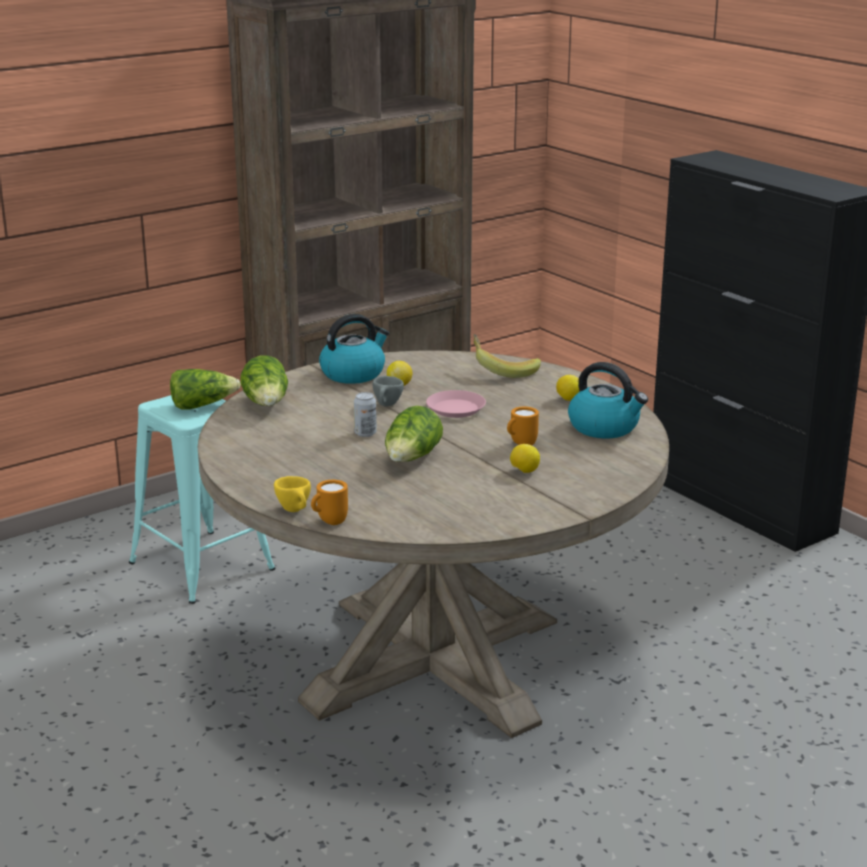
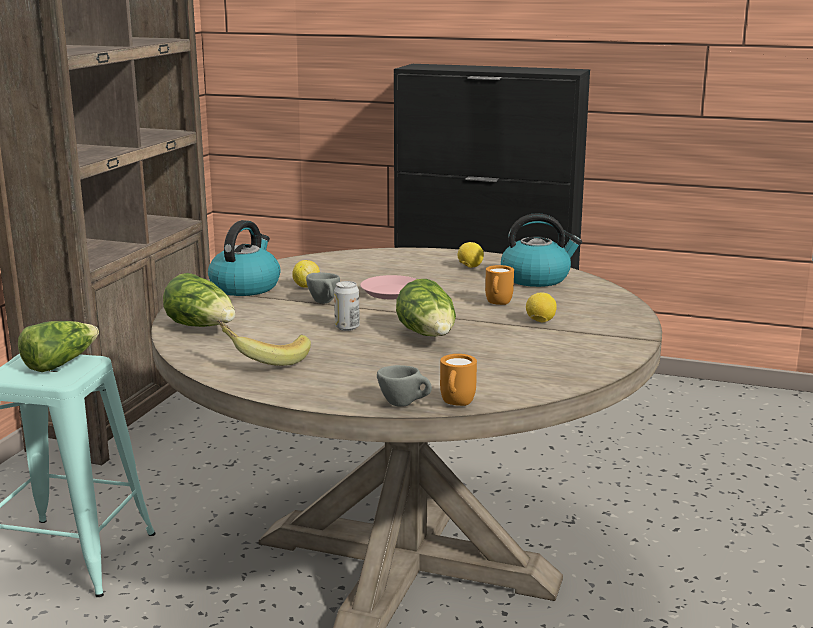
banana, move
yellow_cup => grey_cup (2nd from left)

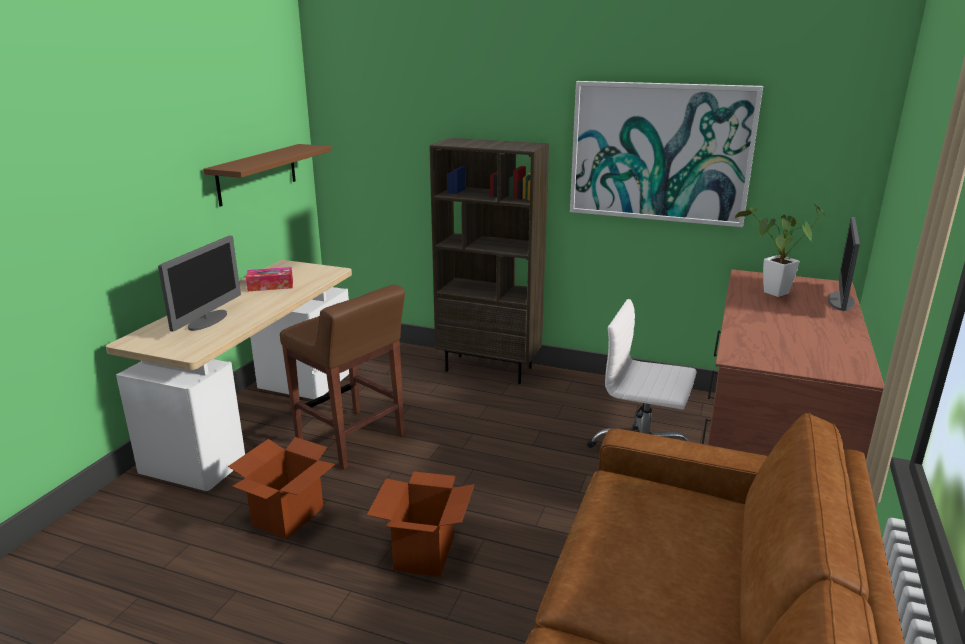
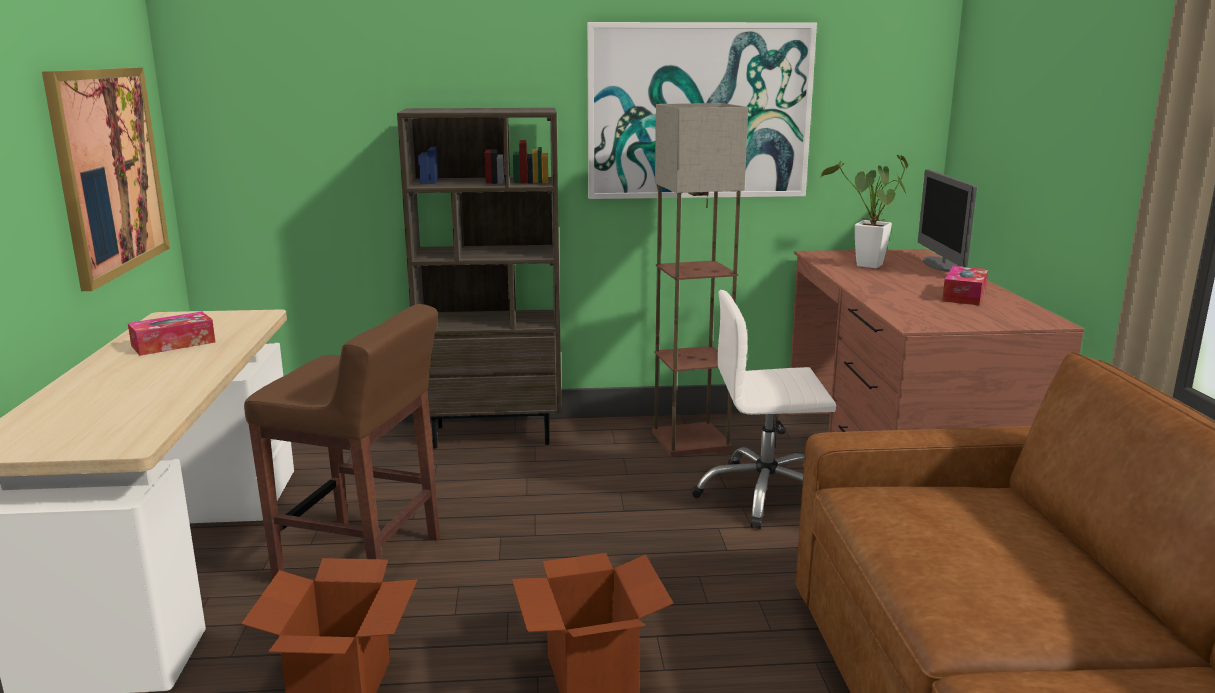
brown_shelf => picture (1st from left)
nothing => floor_lamp
nothing => tissue_box (2nd from left)
monitor (1st from left) => nothing

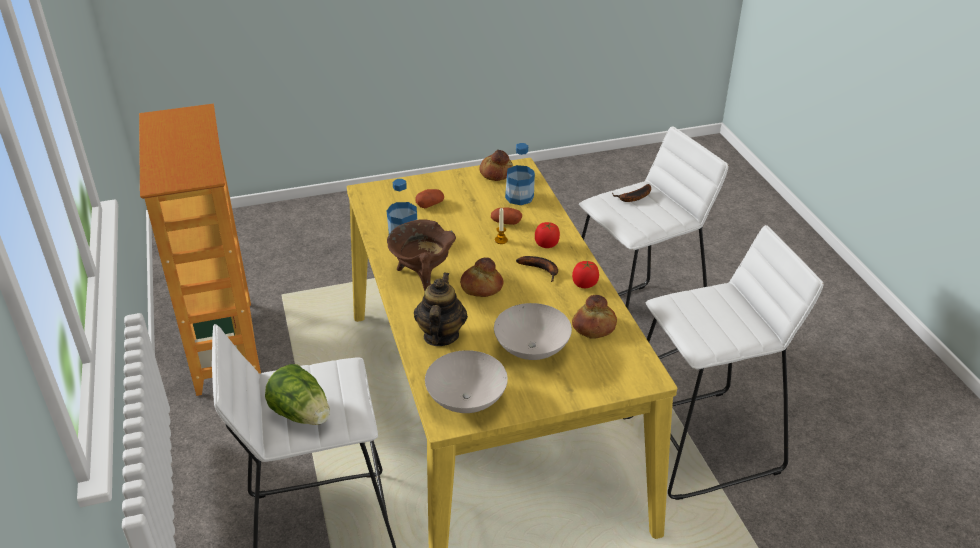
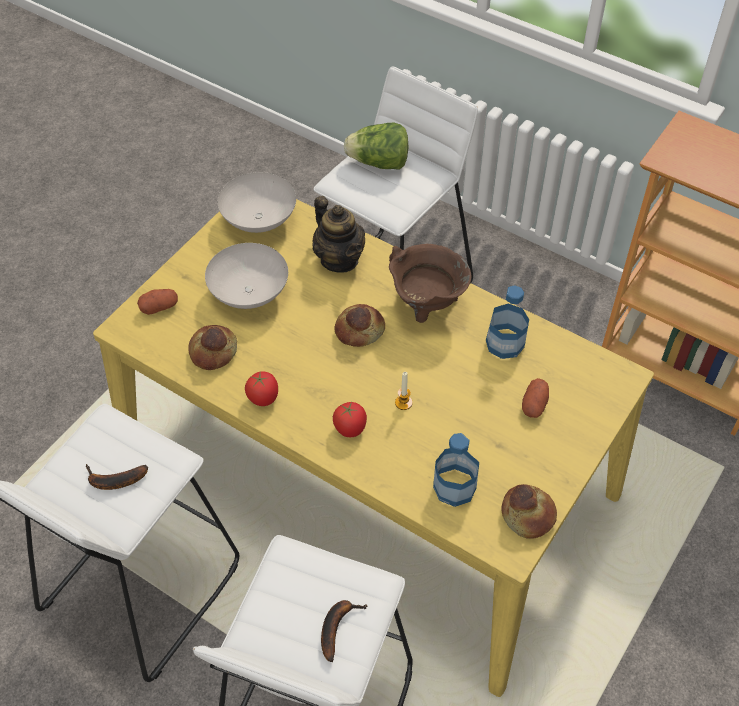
banana (1st from left), move
potato (2nd from left in the first image) => potato (1st from left), move

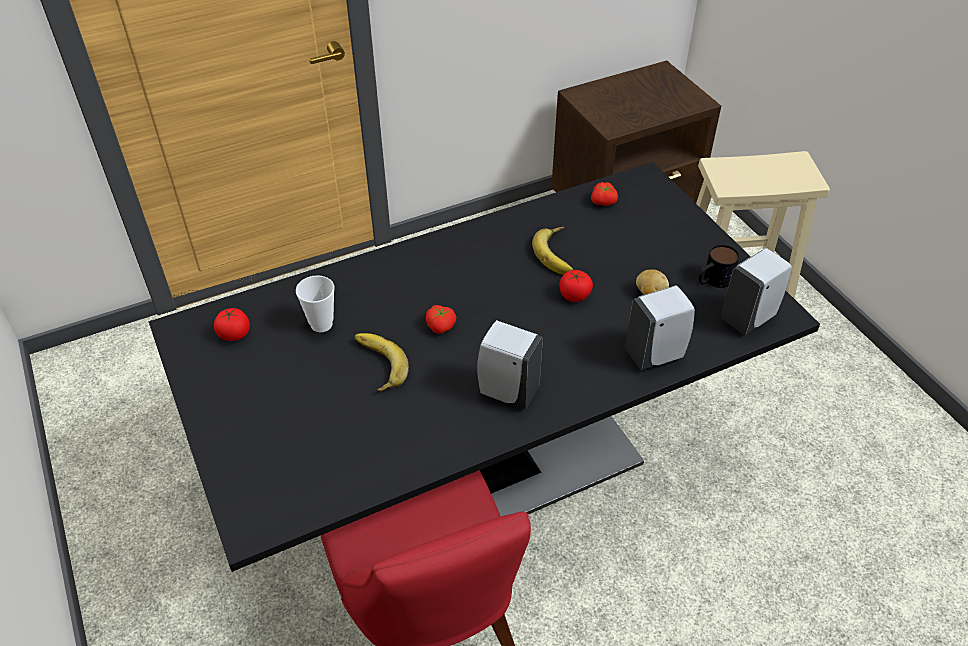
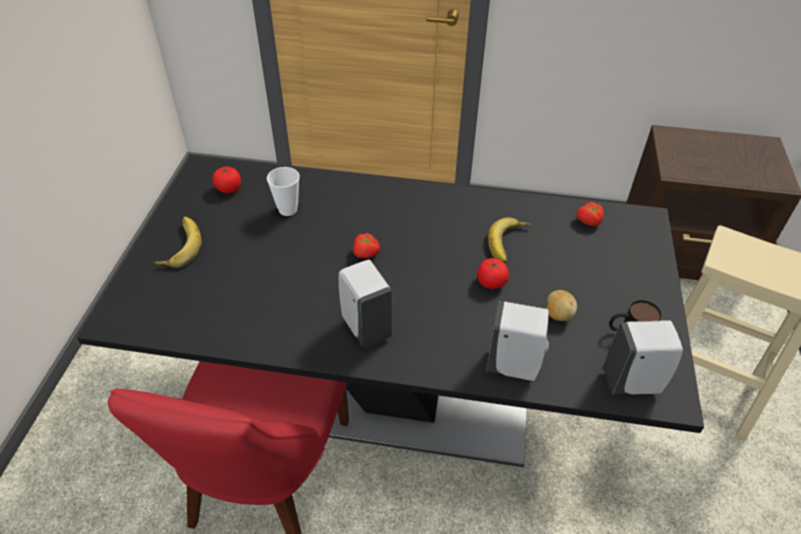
banana (1st from left), move

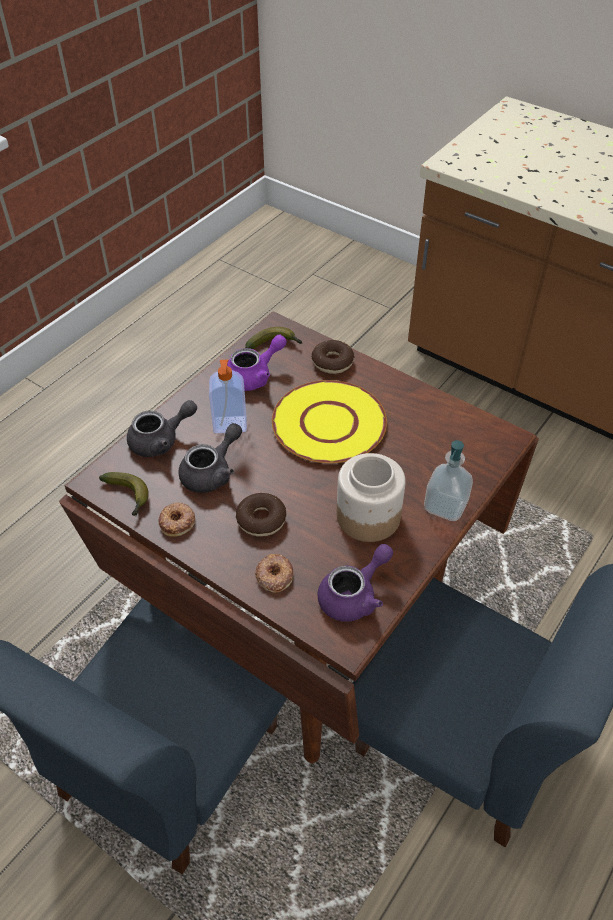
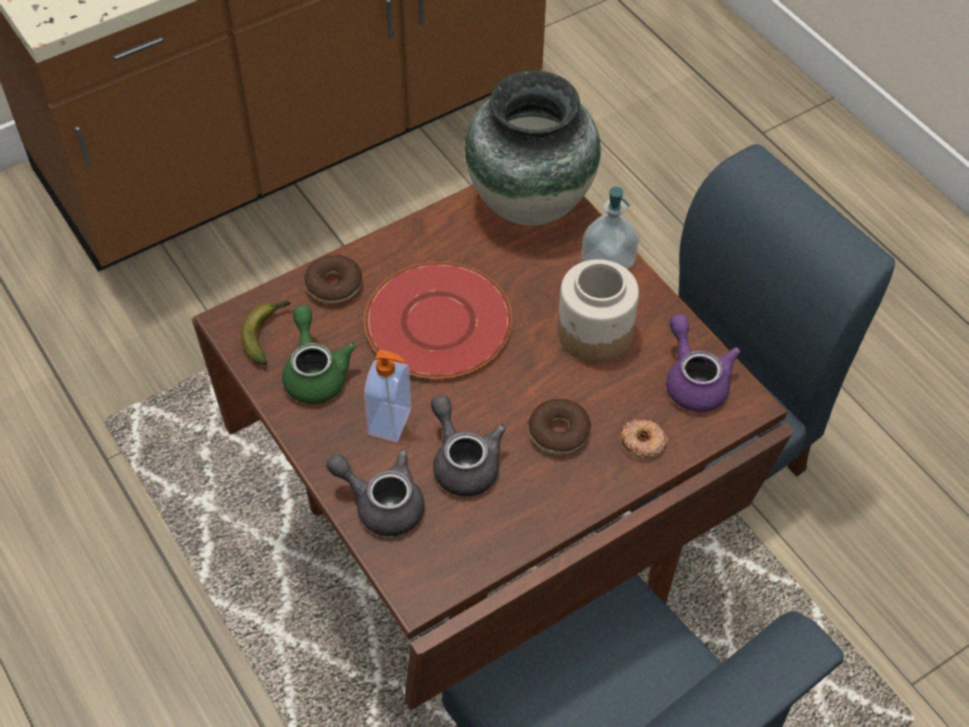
purple_teapot (1st from left) => green_teapot
grey_teapot (1st from left), 60 degrees counterclockwise
yellow_plate => red_plate
nothing => vase
banana (1st from left) => nothing
donut (1st from left) => nothing

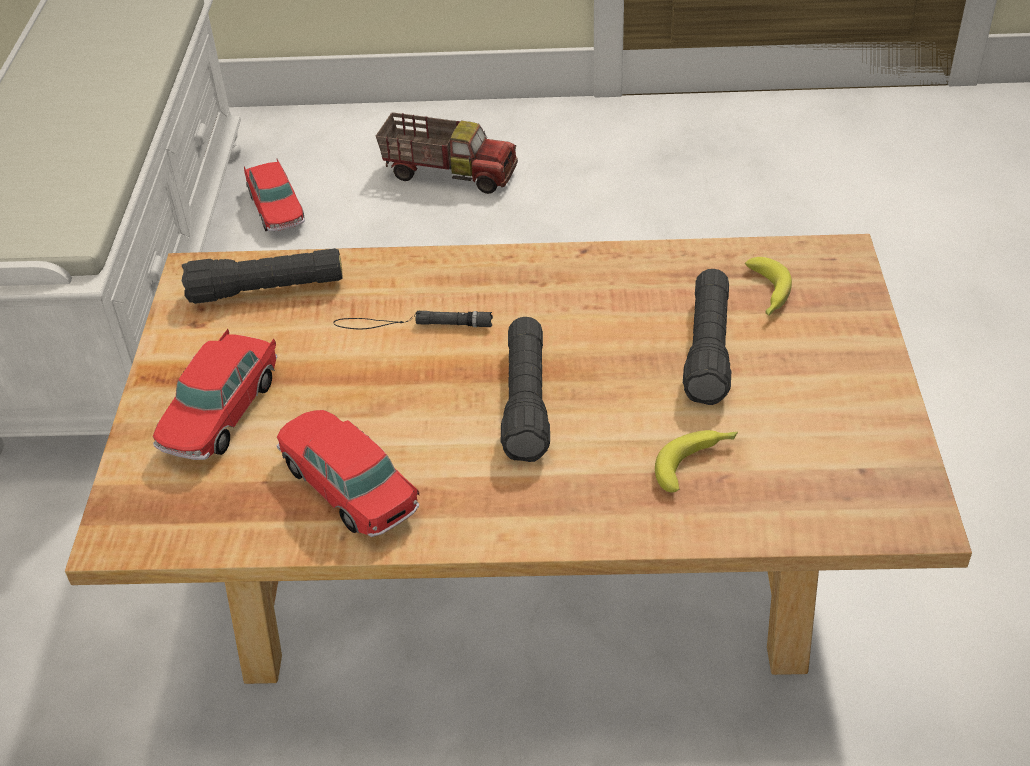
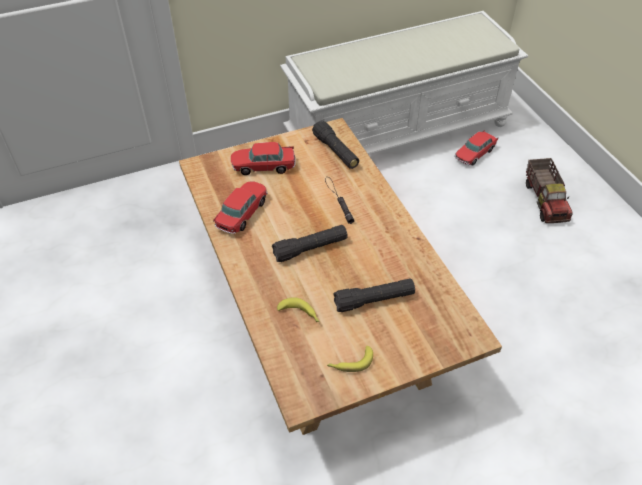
banana (2nd from left), move

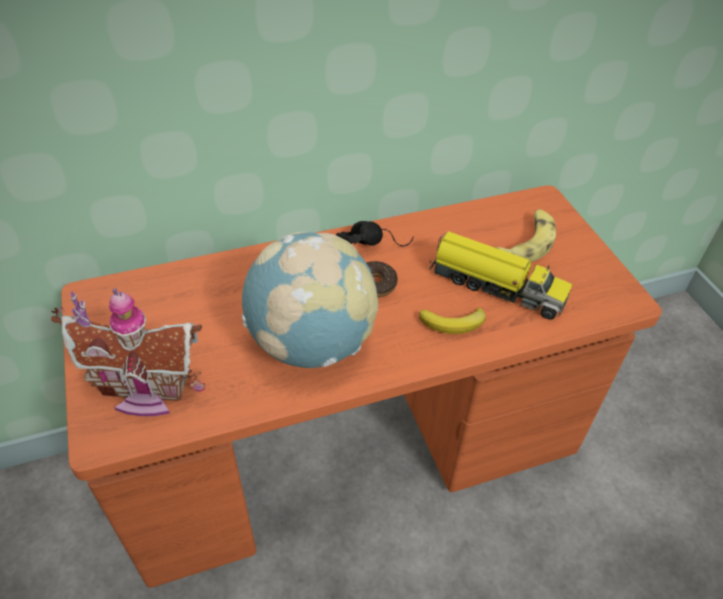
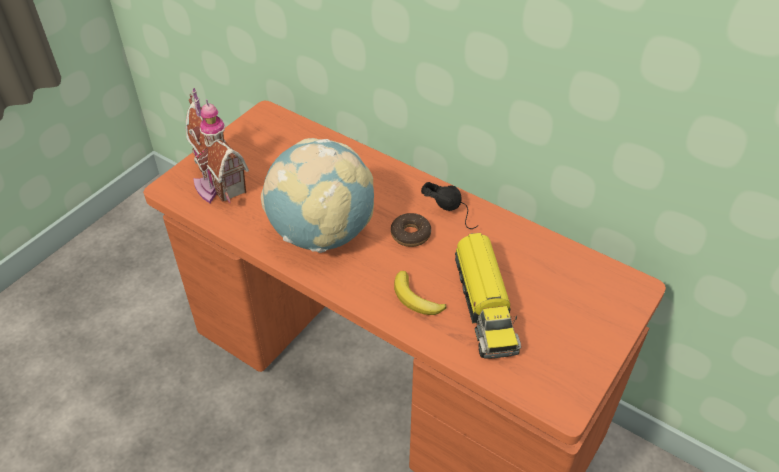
banana (2nd from left) => nothing

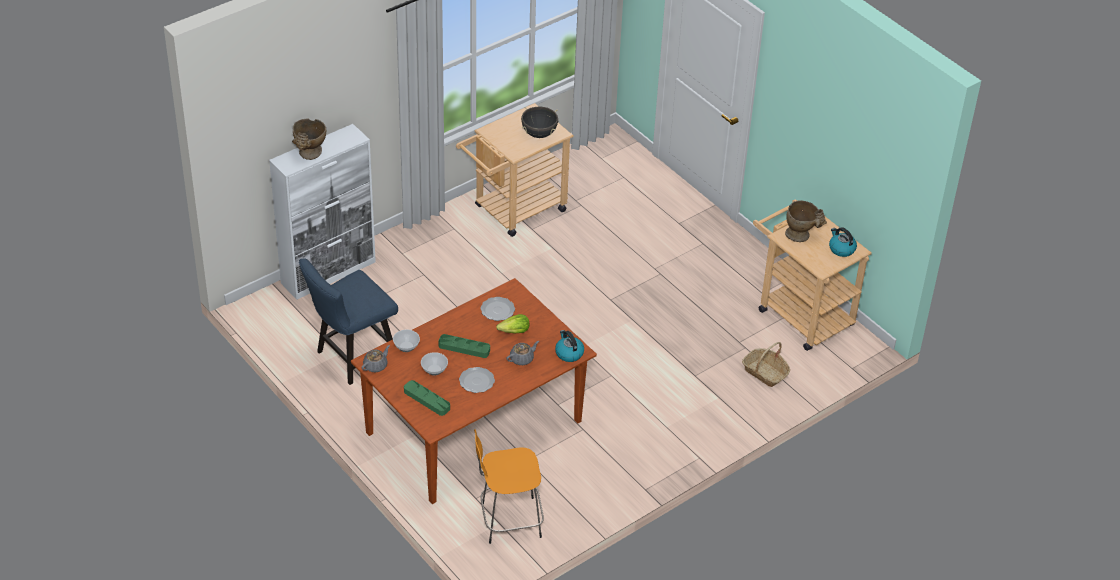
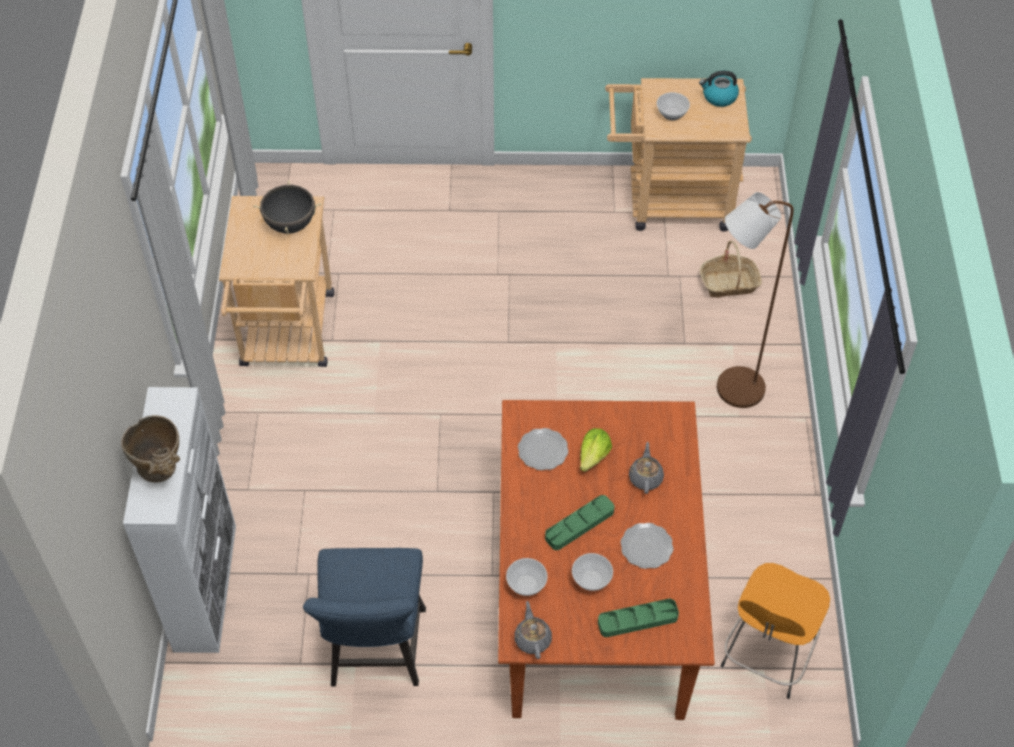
beige_vase (2nd from left) => bowl (3rd from left)
nothing => brown_floor_lamp
kettle (1st from left) => nothing

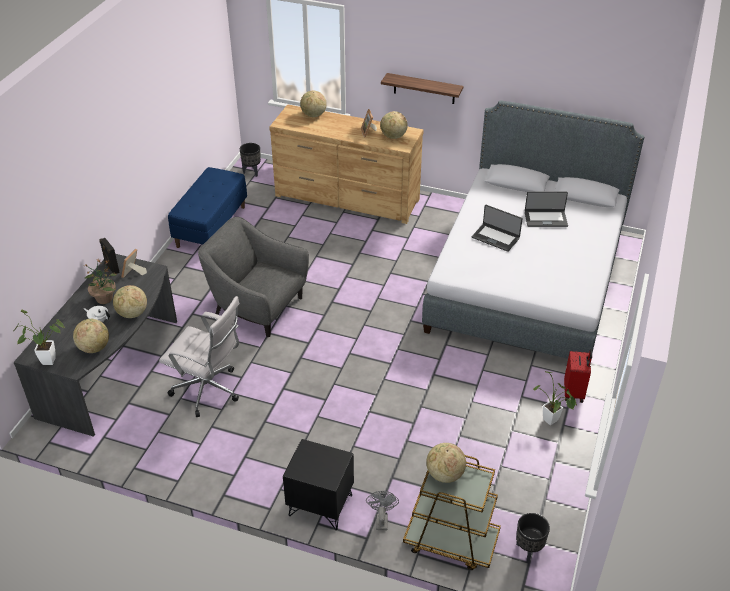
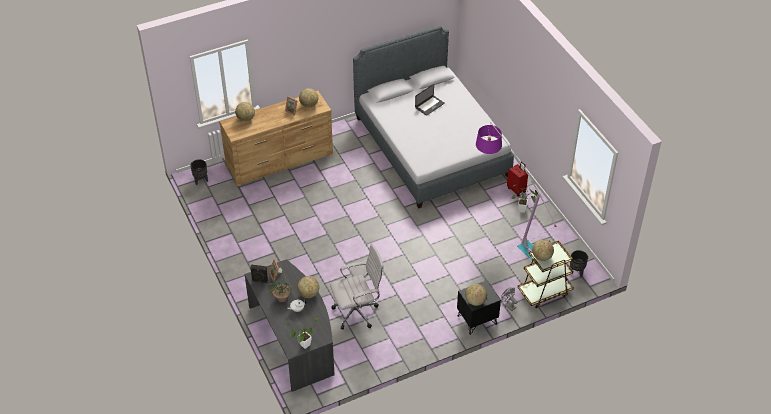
globe (1st from left in the first image) => globe (4th from left), move
nothing => floor_lamp
blue_bench => nothing
grey_armchair => nothing
shelf => nothing
laptop (1st from left) => nothing

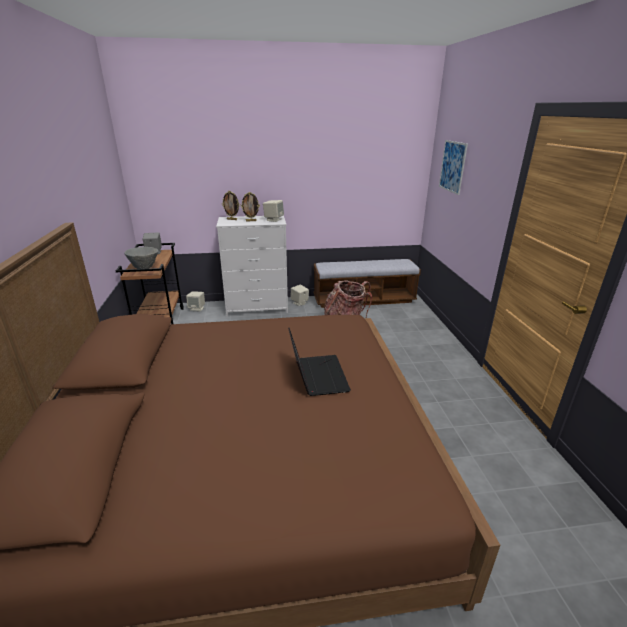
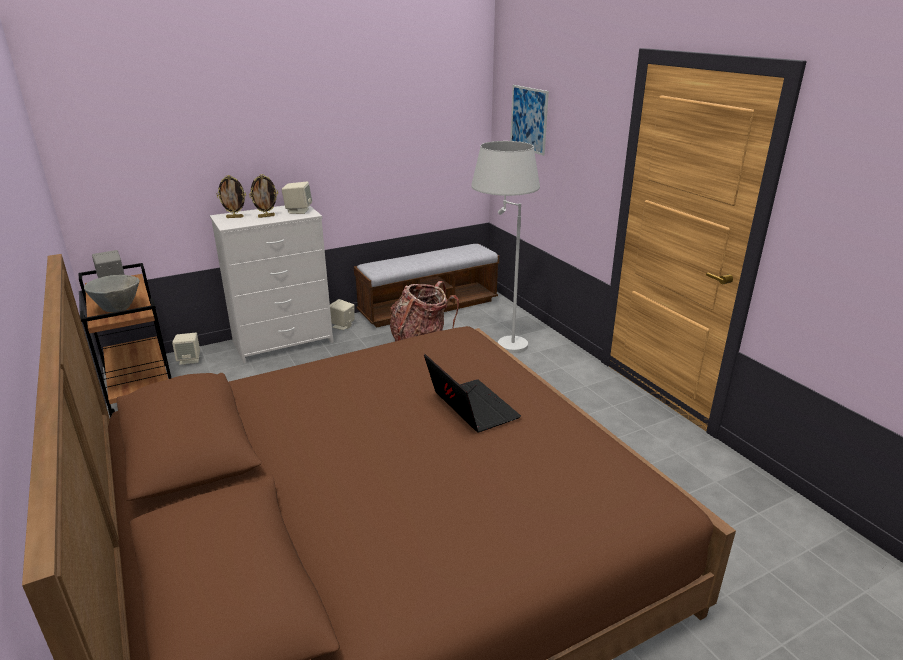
nothing => white_floor_lamp

